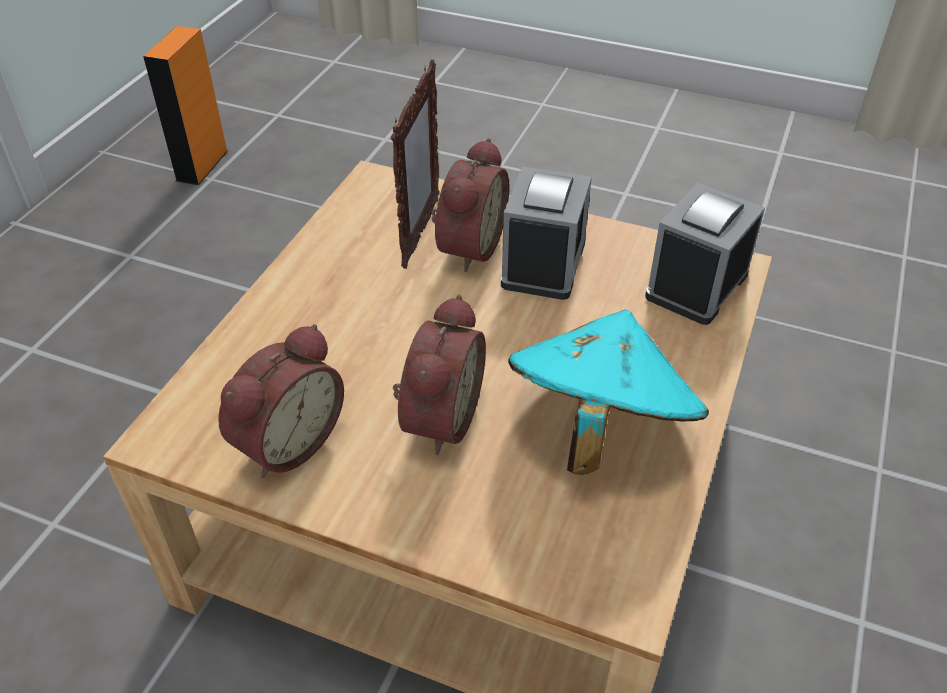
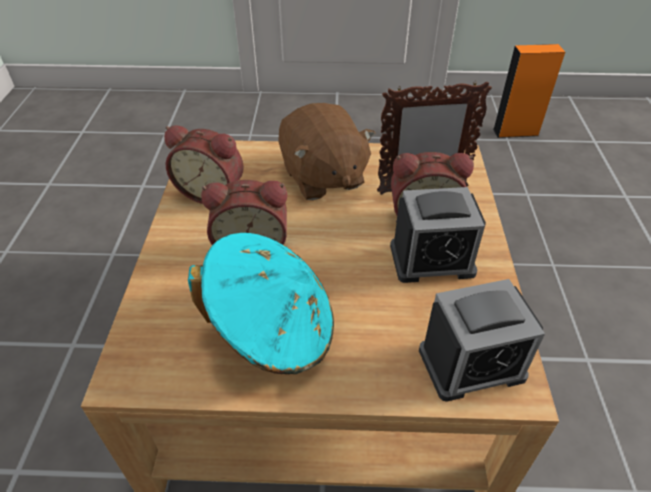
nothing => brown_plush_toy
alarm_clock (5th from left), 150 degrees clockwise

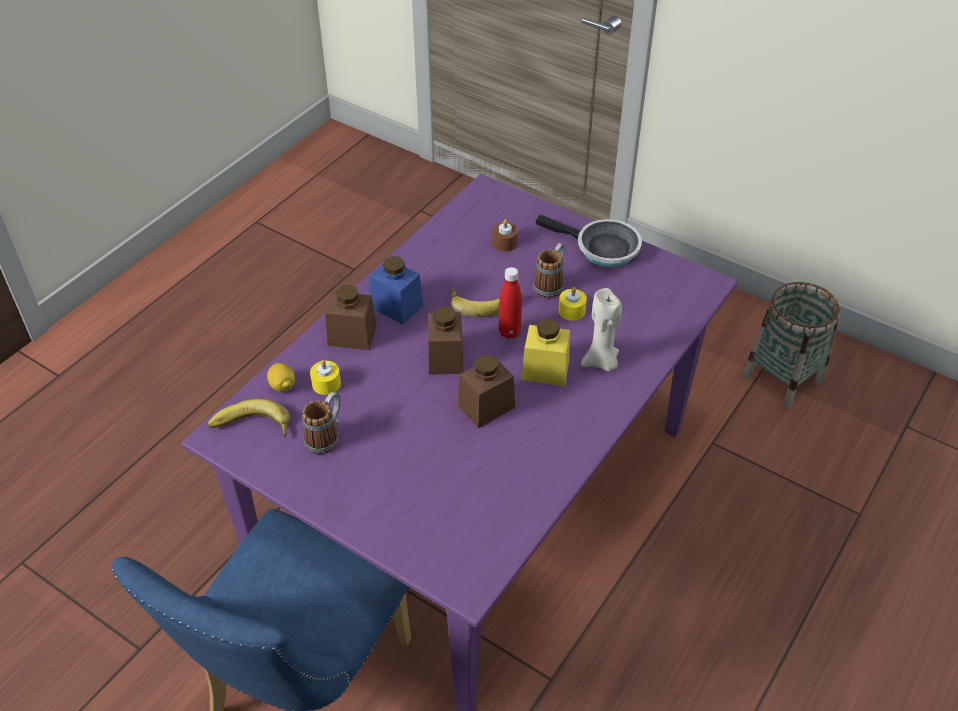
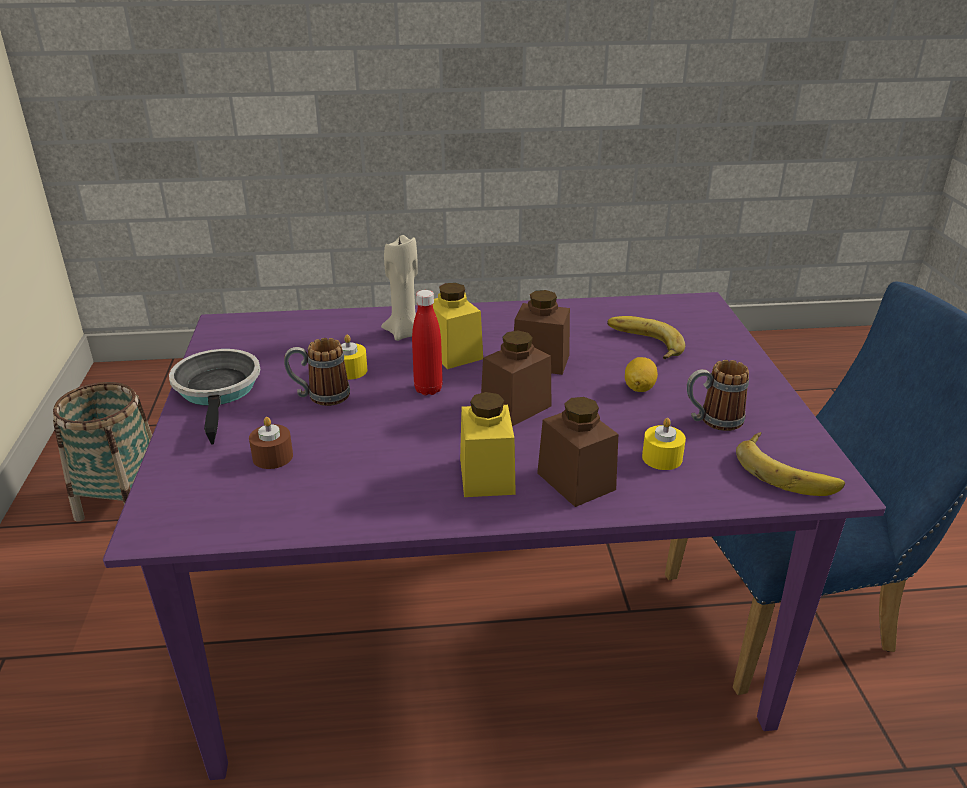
blue_jar => yellow_jar (2nd from left)
banana (2nd from left in the first image) => banana (1st from left), move
lemon, move

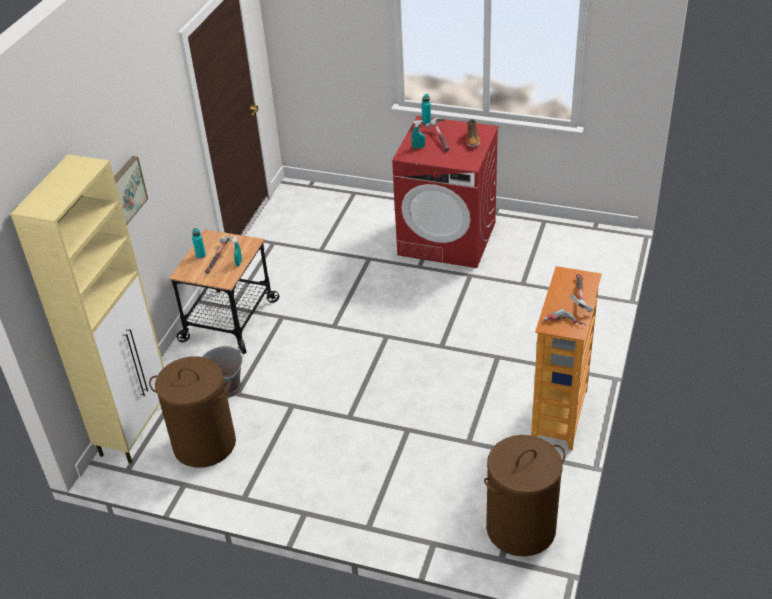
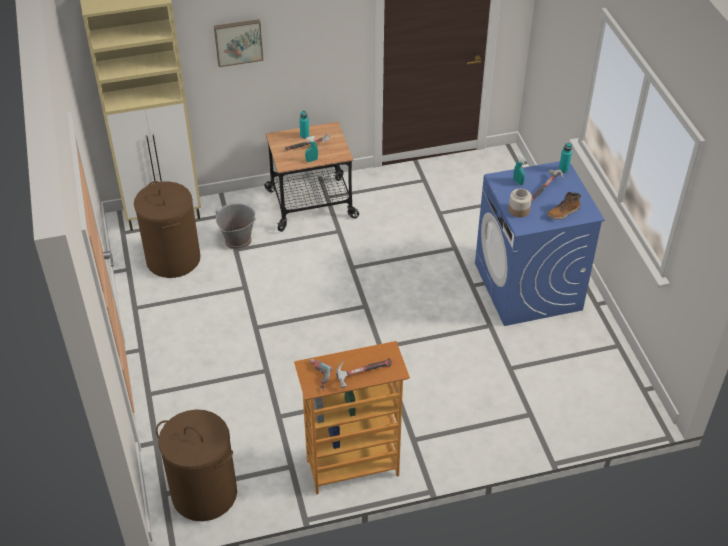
red_washing_machine => blue_washing_machine
nothing => jar

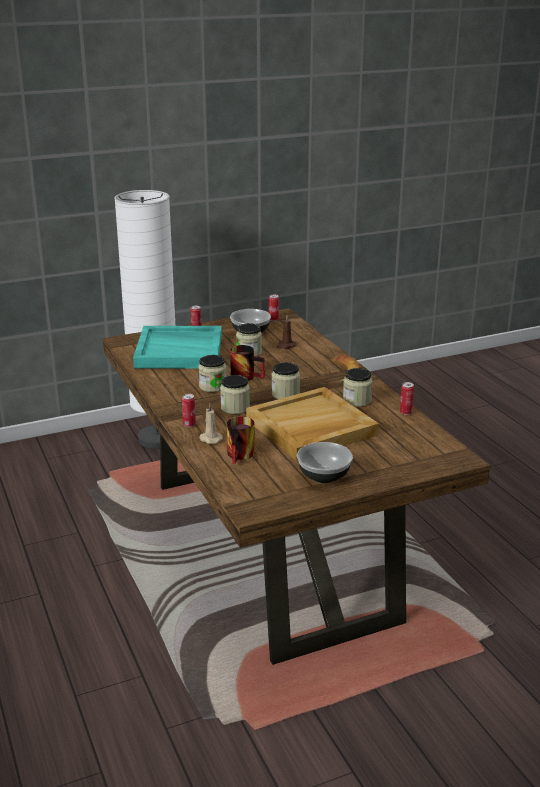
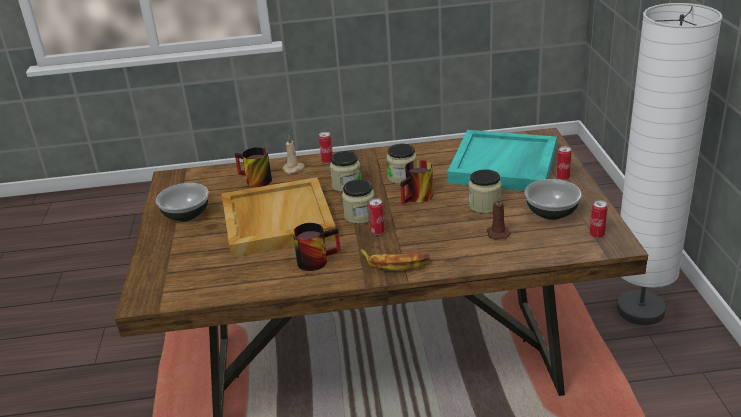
jar (5th from left) => mug (2nd from left)
can (4th from left in the first image) => can (2nd from left), move

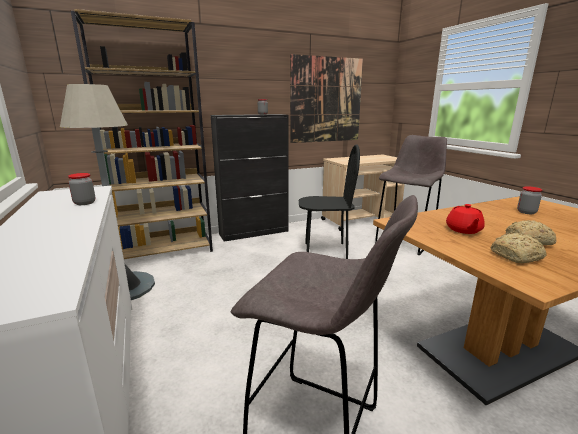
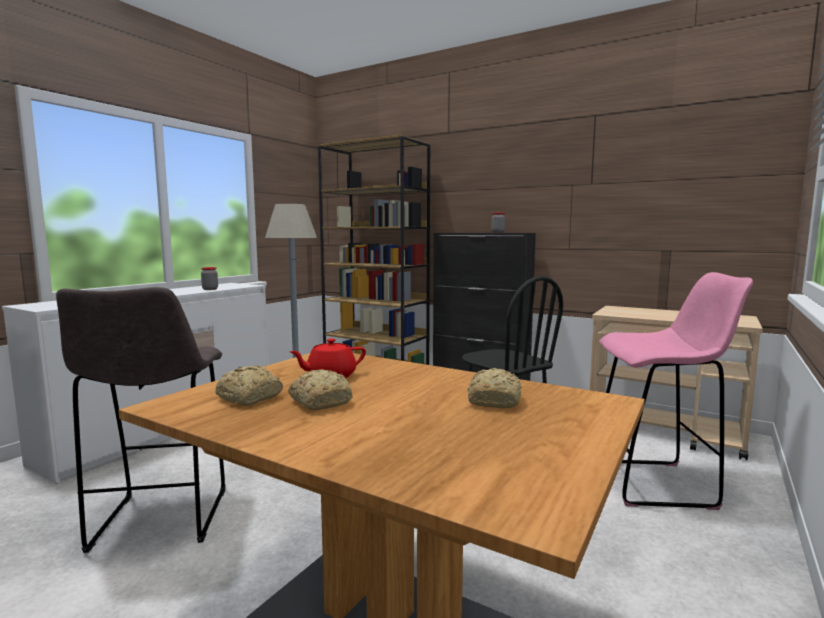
jar (3rd from left) => bread (3rd from left)
grey_stool (2nd from left) => pink_stool
picture => nothing

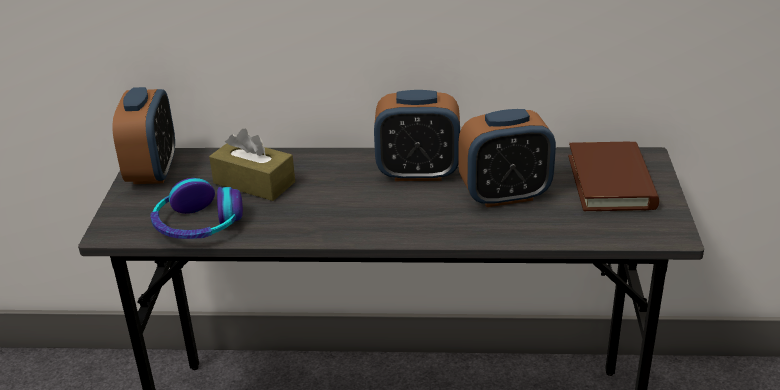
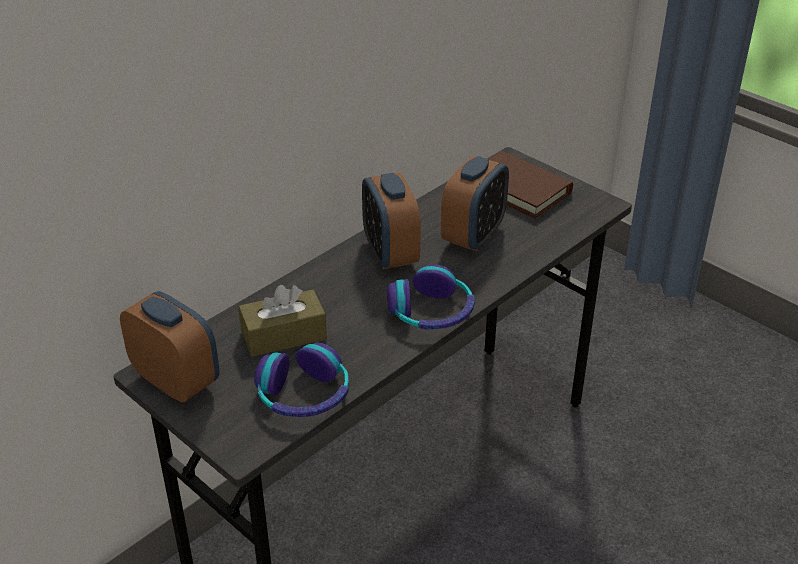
alarm_clock (2nd from left), 120 degrees clockwise
nothing => headphones (2nd from left)

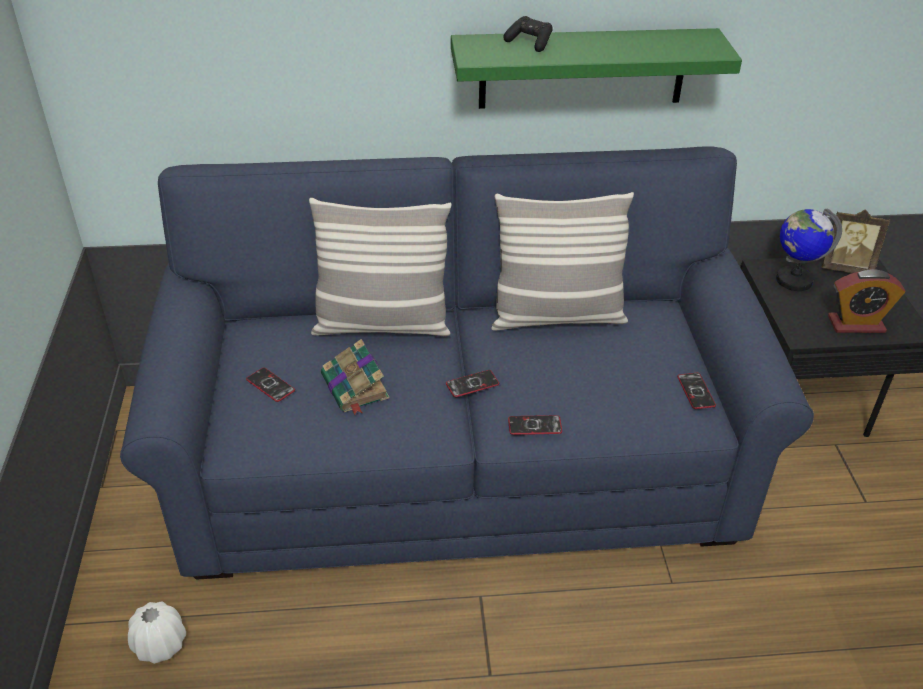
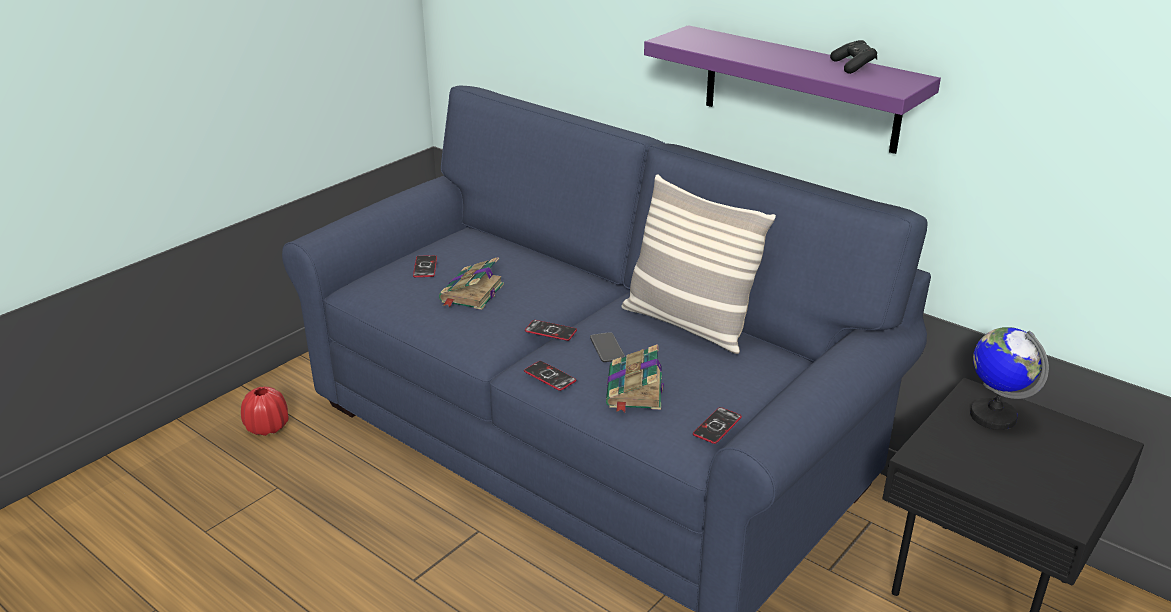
white_vase => red_vase
nothing => phone (4th from left)
nothing => book (2nd from left)
green_shelf => purple_shelf
black_game_controller, move
pillow (1st from left) => nothing
picture_frame => nothing
alarm_clock => nothing

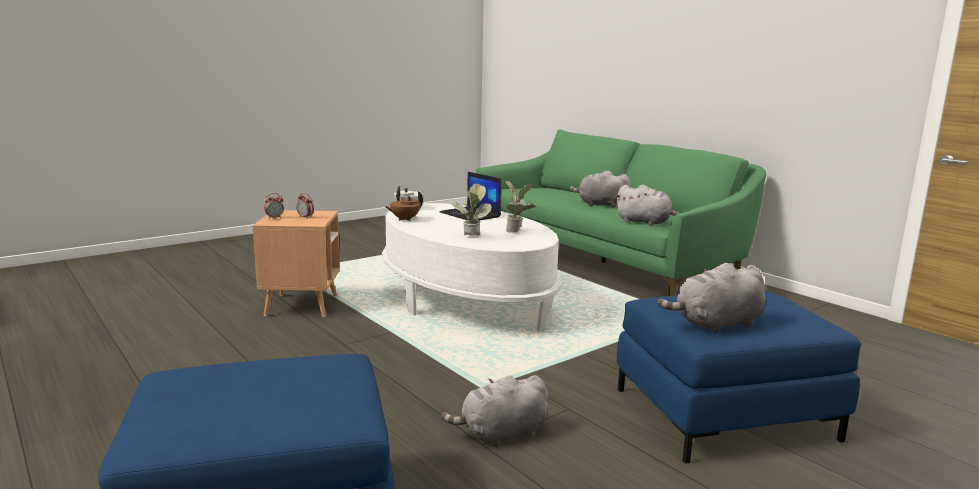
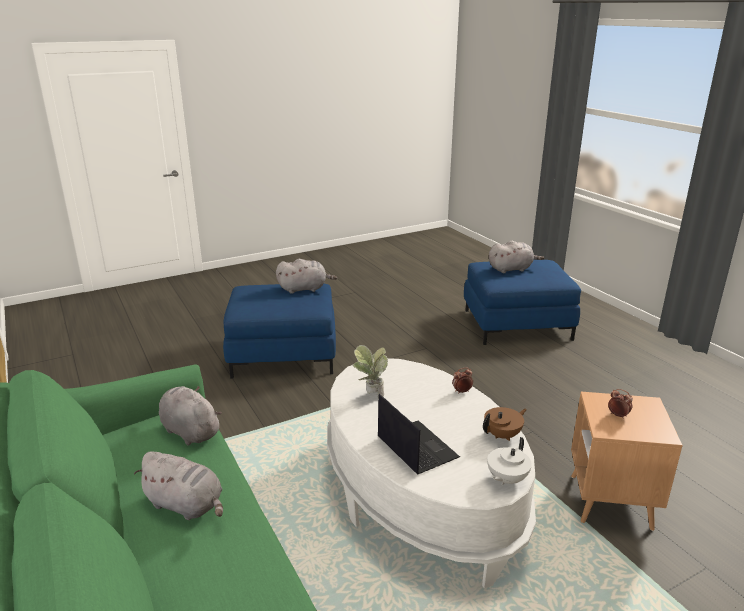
alarm_clock (1st from left), move
grey_plush_toy (1st from left in the first image) => grey_plush_toy (4th from left), move
potted_plant (1st from left) => nothing

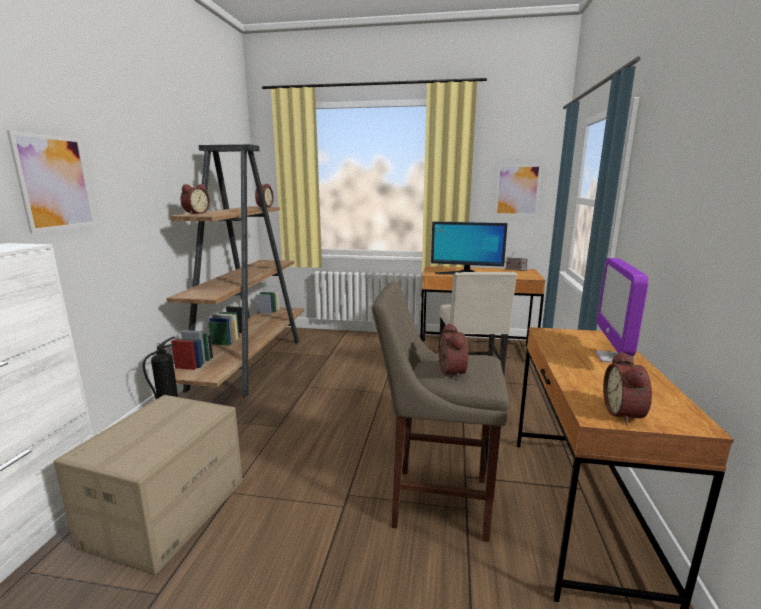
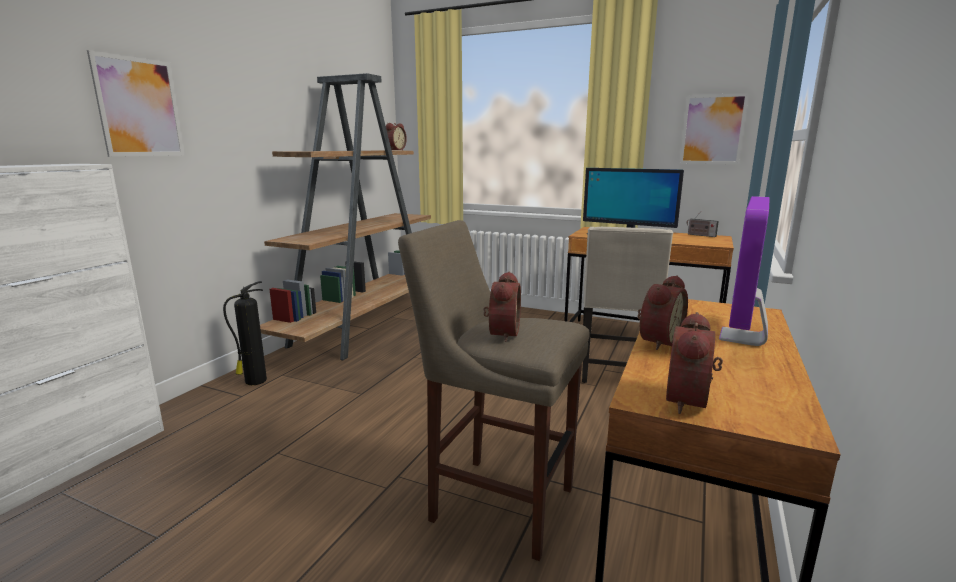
alarm_clock (1st from left in the first image) => alarm_clock (3rd from left), move
cardboard_box => nothing

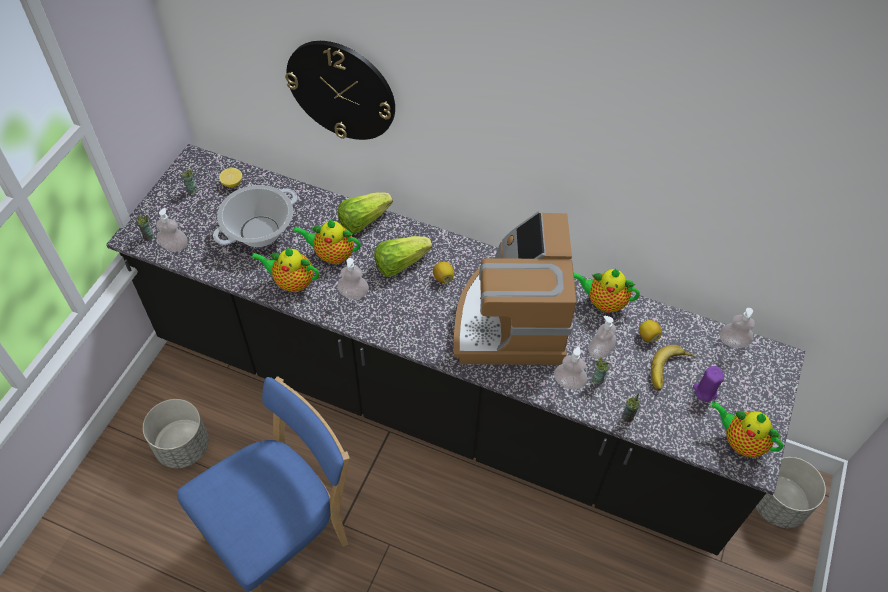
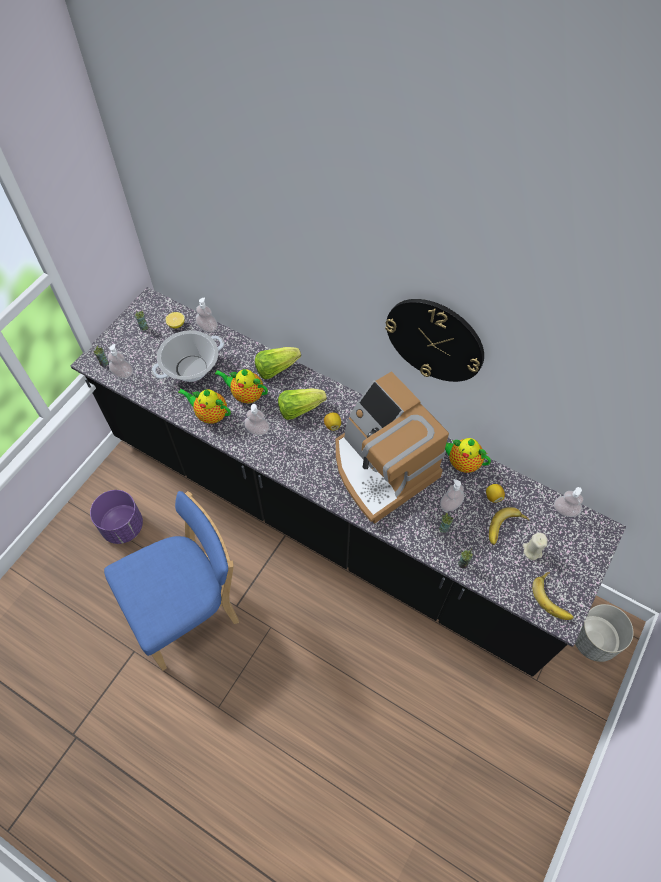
grey_planter (1st from left) => purple_planter
soap_dispenser (3rd from left in the first image) => soap_dispenser (2nd from left), move
coffee_machine, 45 degrees counterclockwise
wall_clock, move
purple_candle => beige_candle
teapot (4th from left) => banana (2nd from left)

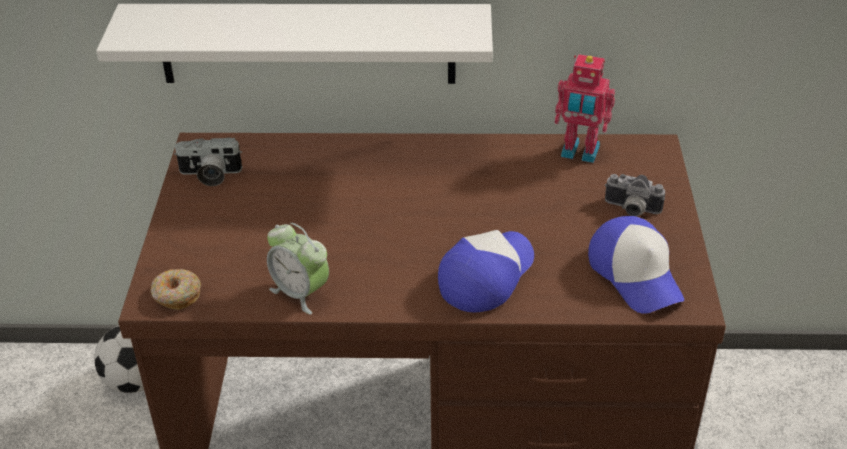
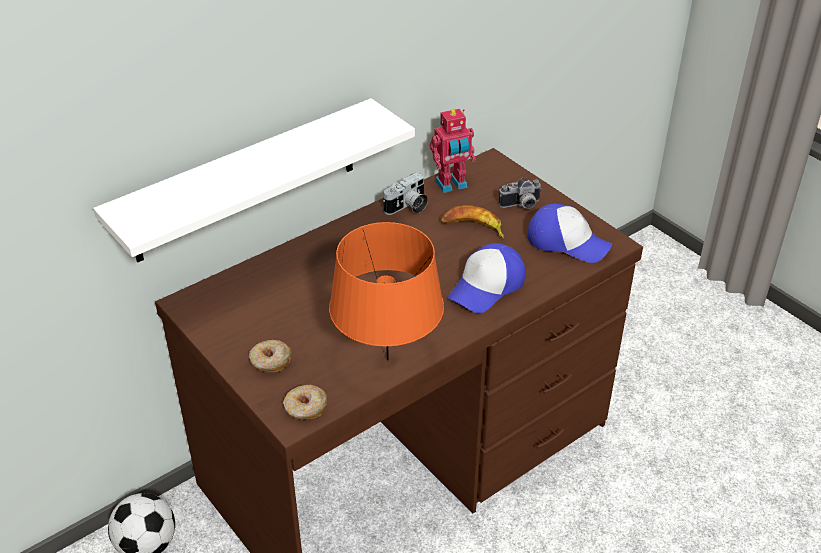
nothing => donut (1st from left)
alarm_clock => orange_table_lamp
photo_camera (1st from left), move
nothing => banana
cap (1st from left), 135 degrees counterclockwise

